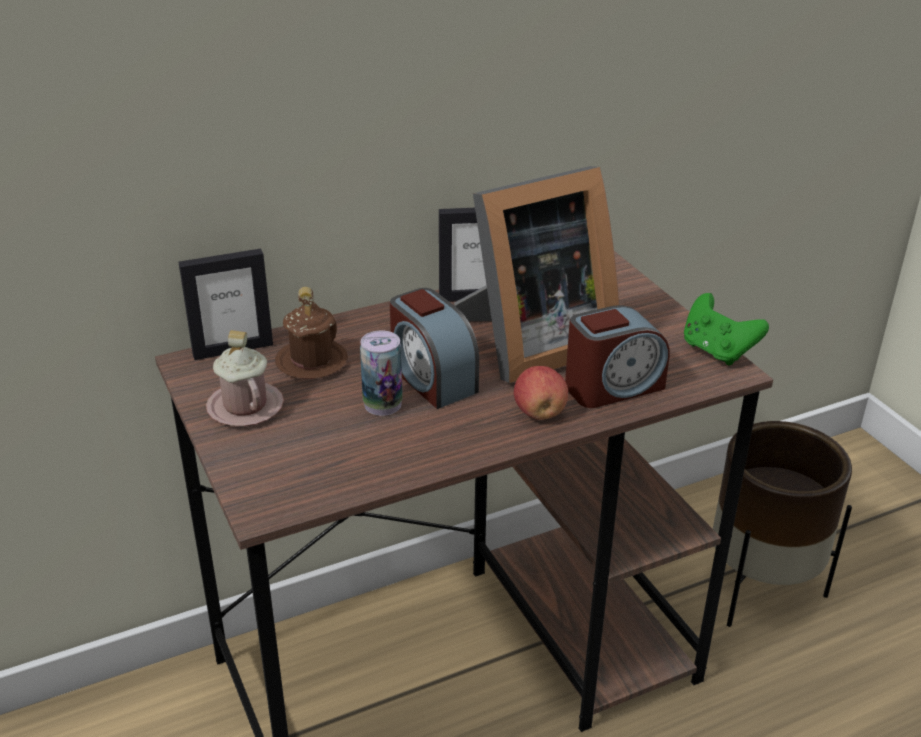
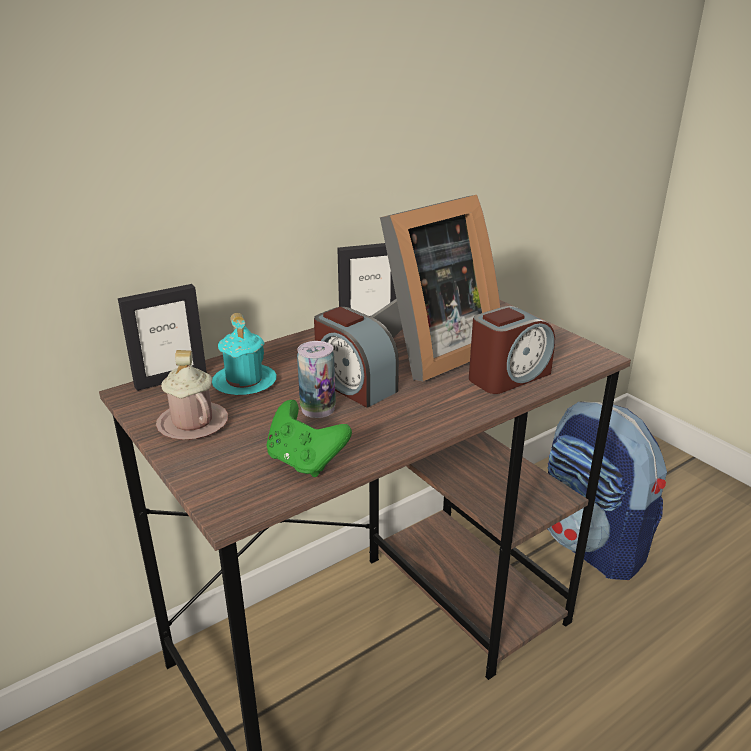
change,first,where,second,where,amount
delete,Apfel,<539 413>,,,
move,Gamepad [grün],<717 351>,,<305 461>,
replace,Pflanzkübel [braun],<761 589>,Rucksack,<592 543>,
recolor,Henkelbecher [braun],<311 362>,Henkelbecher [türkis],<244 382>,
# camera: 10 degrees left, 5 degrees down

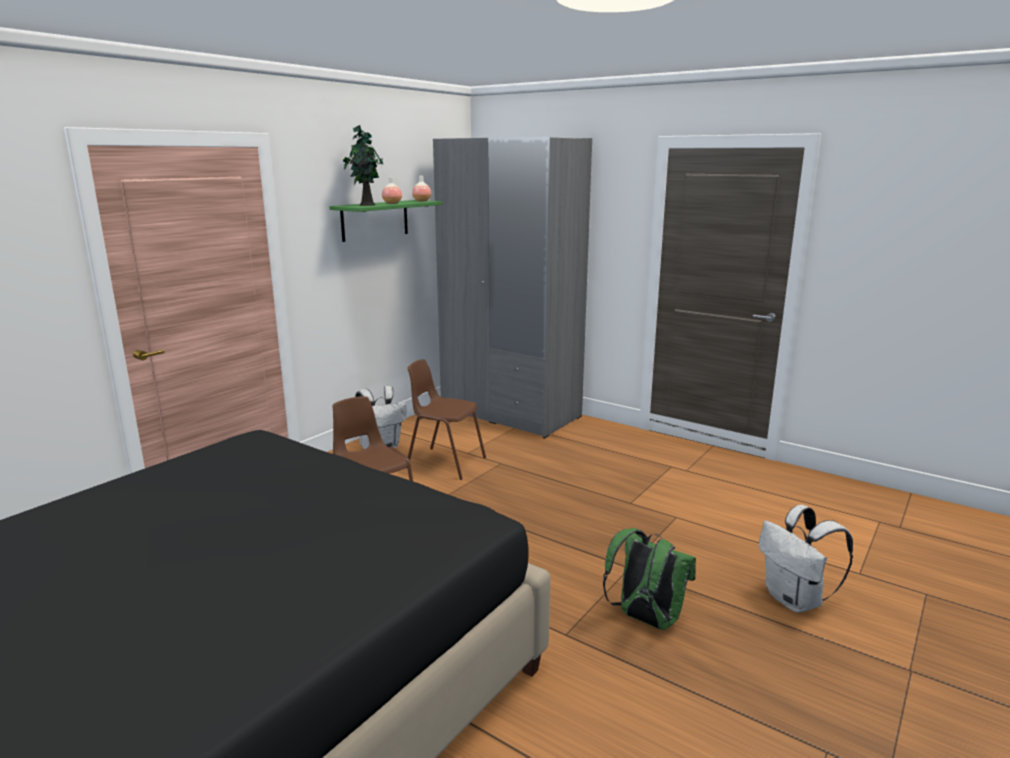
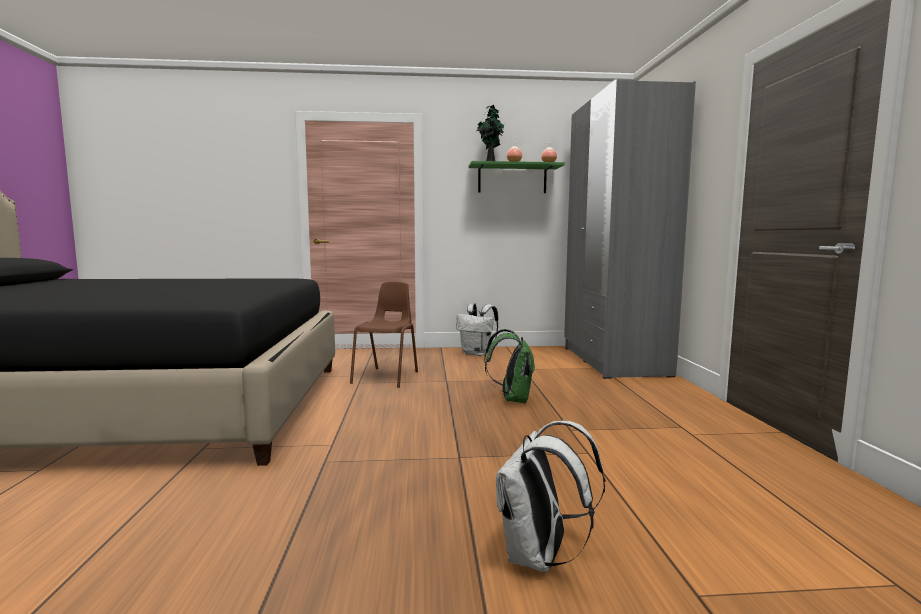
change,first,where,second,where,amount
delete,Stuhl [braun],<445 462>,,,
move,Rucksack [grün],<645 619>,,<512 399>,
# camera: 50 degrees right, 10 degrees down

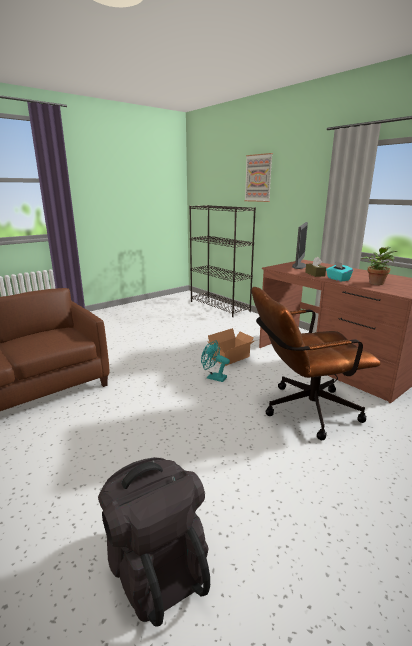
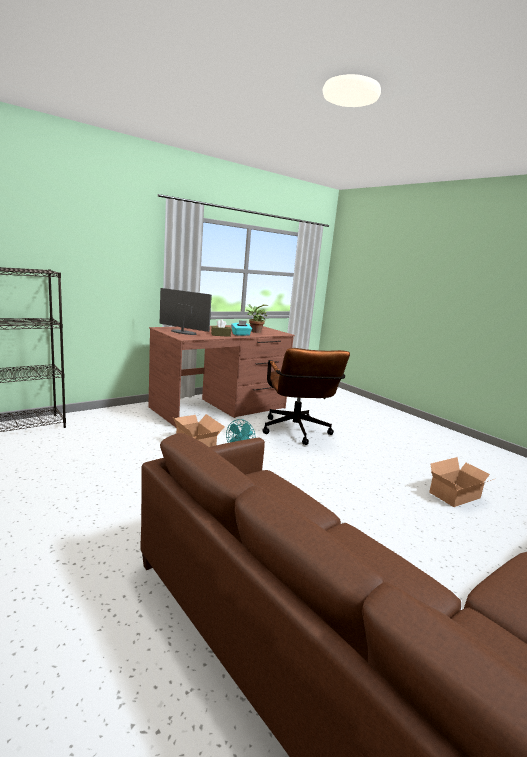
change,first,where,second,where,amount
delete,Bild,<258 178>,,,
replace,Rucksack [schwarz],<155 566>,Karton,<457 496>,
# camera: 90 degrees left, 5 degrees down

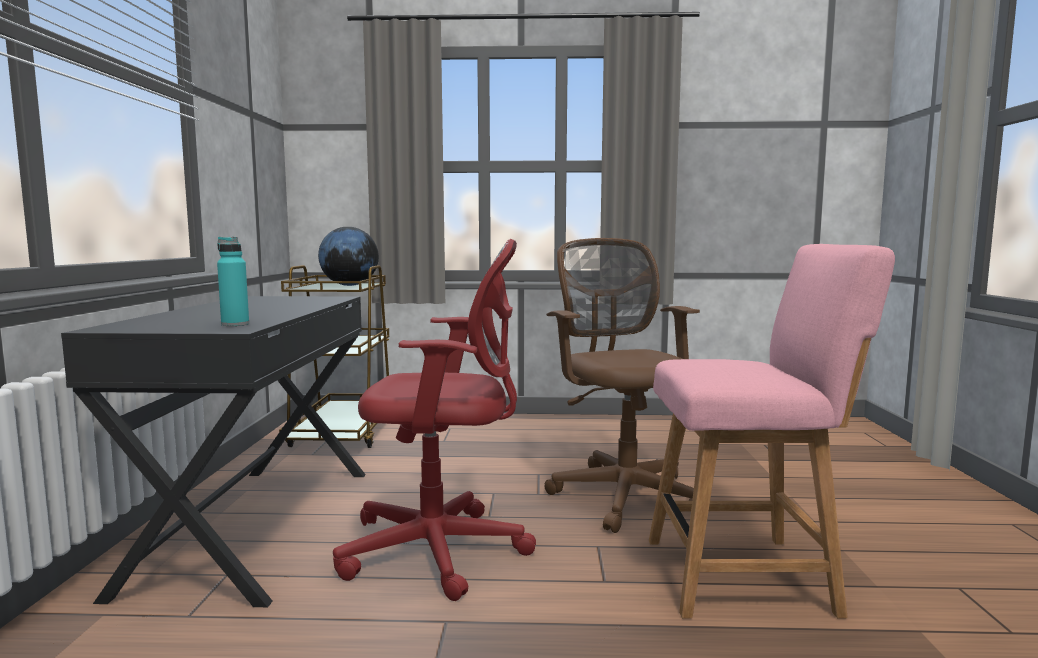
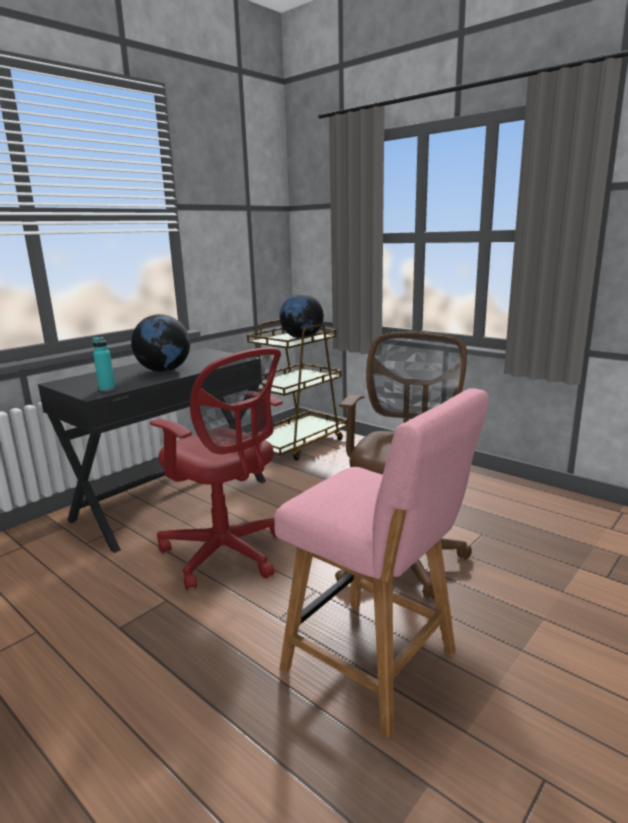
change,first,where,second,where,amount
insert,,,Globus,<164 371>,
# camera: 40 degrees right, 10 degrees up

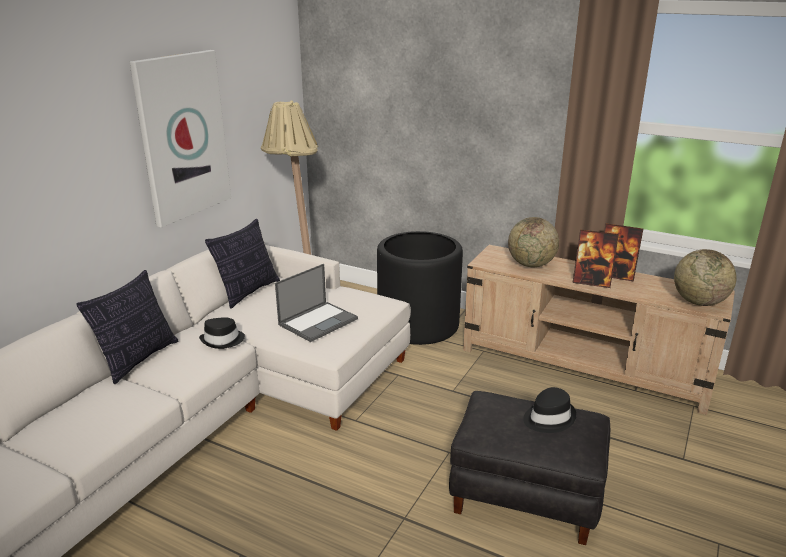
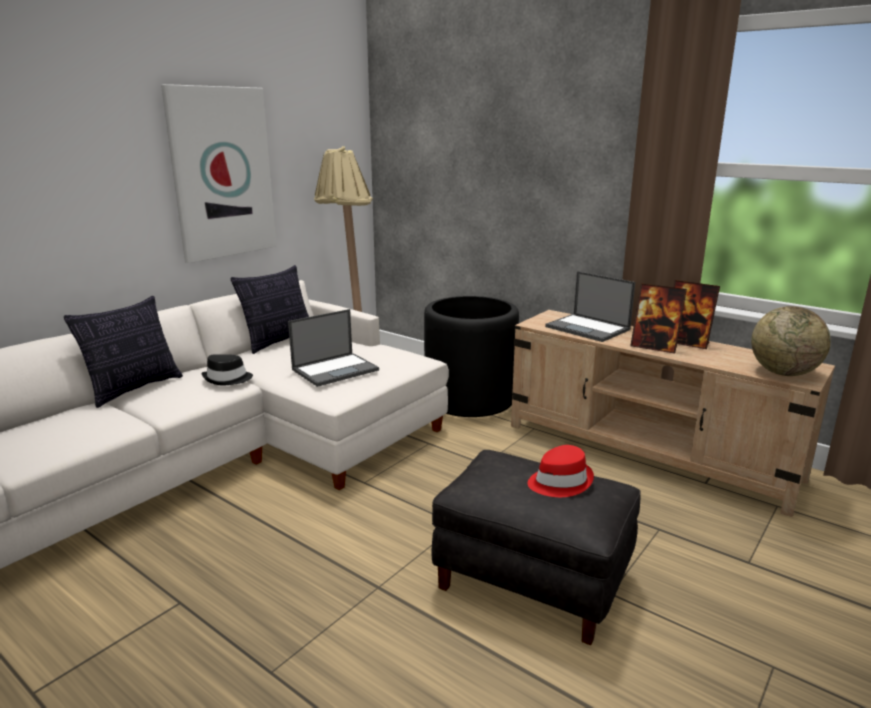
change,first,where,second,where,amount
replace,Globus,<531 265>,Laptop,<588 328>,
recolor,Hut [schwarz],<548 418>,Hut [rot],<559 482>,
# camera: 10 degrees right, 5 degrees down

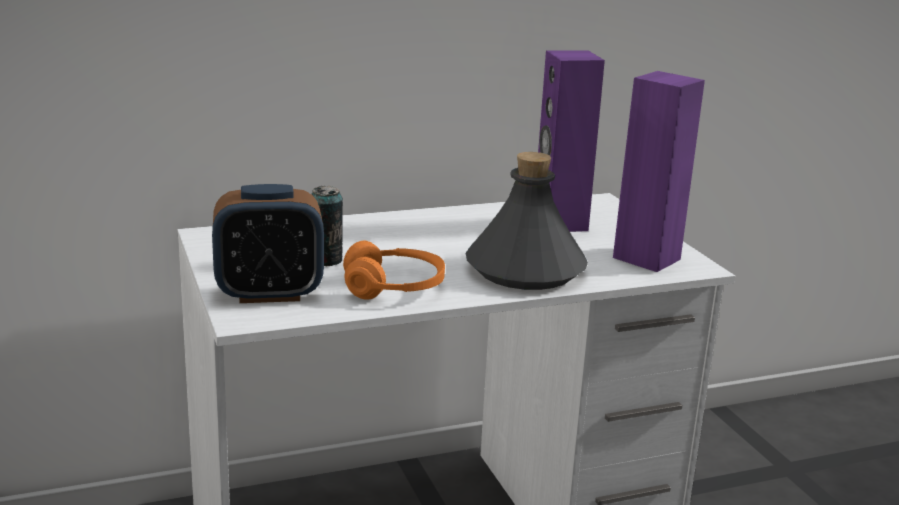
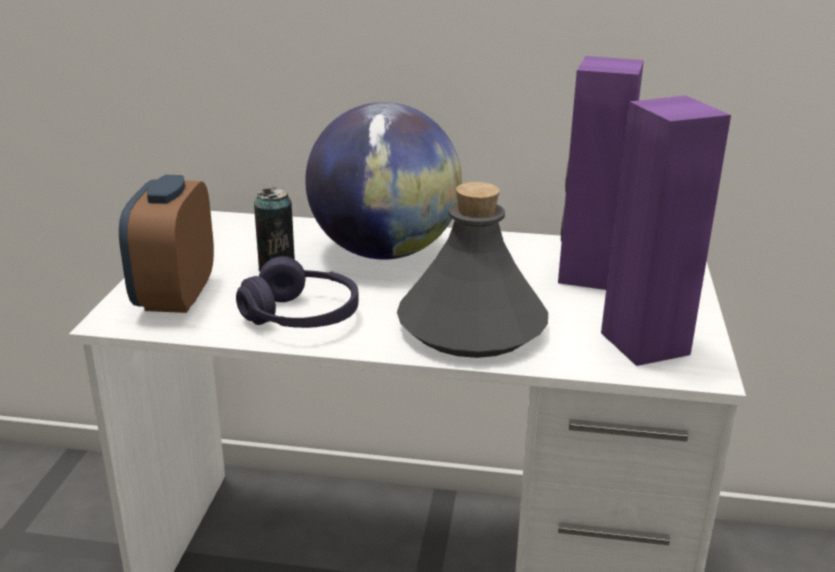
change,first,where,second,where,amount
insert,,,Globus,<384 252>,
recolor,Kopfhörer [orange],<393 288>,Kopfhörer [lila],<301 316>,
rotate,Wecker,<269 294>,,<175 296>,75 degrees clockwise
# camera: 30 degrees right, 5 degrees up

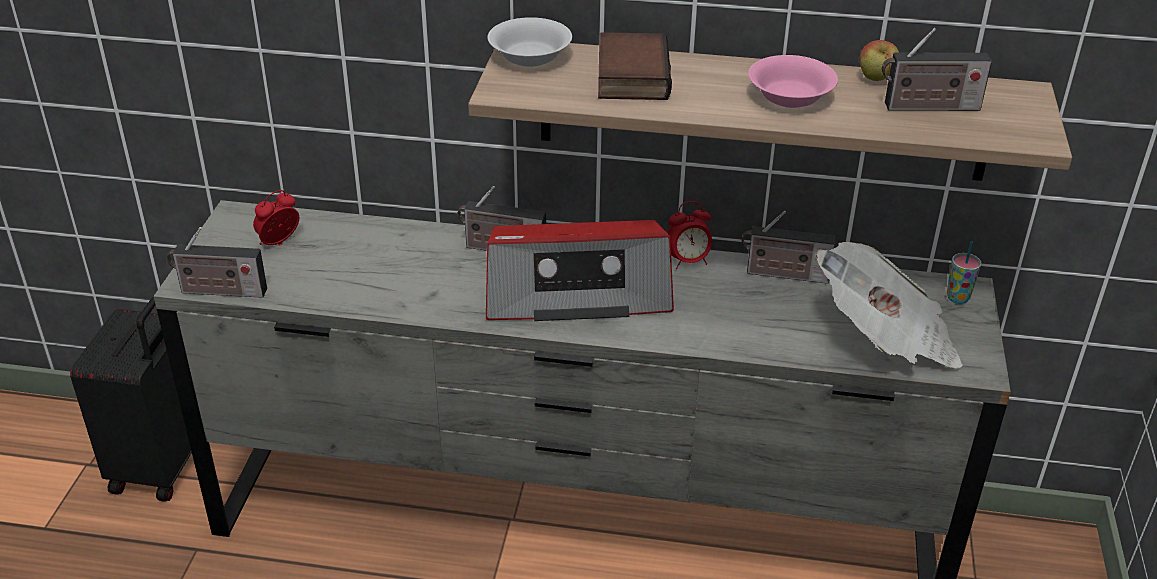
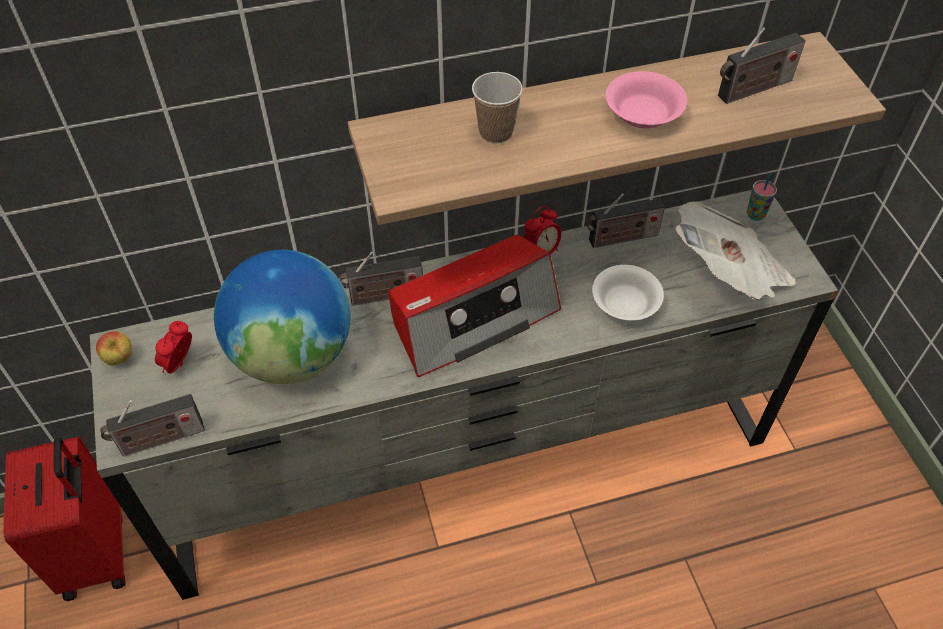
change,first,where,second,where,amount
insert,,,Globus,<293 354>,
move,Schüssel [weiß],<531 57>,,<626 303>,
move,Apfel,<876 80>,,<120 359>,
replace,Buch,<629 75>,Tasse,<496 132>,
recolor,Koffer [schwarz],<163 465>,Koffer [rot],<98 553>,
# camera: 25 degrees left, 15 degrees up

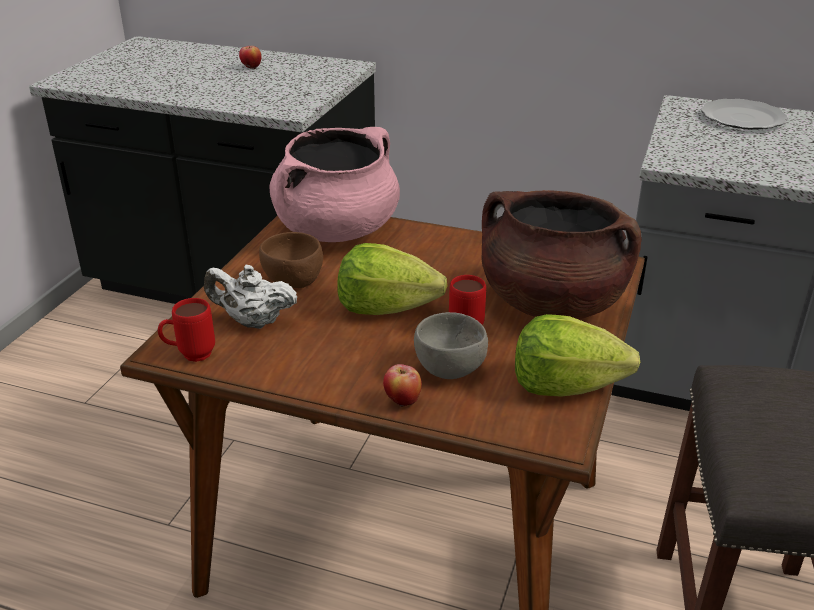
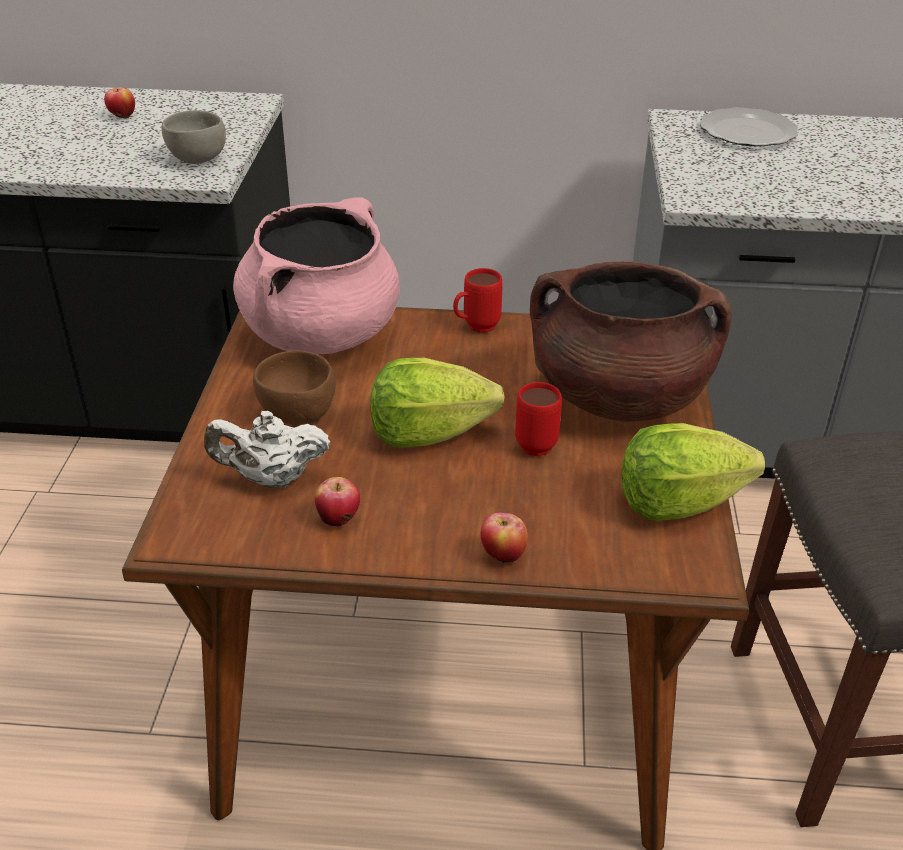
change,first,where,second,where,amount
insert,,,Apfel,<339 519>,
move,Henkelbecher [rot],<190 355>,,<475 328>,
move,Schüssel [grau],<451 370>,,<199 159>,
# camera: 15 degrees left, 5 degrees up

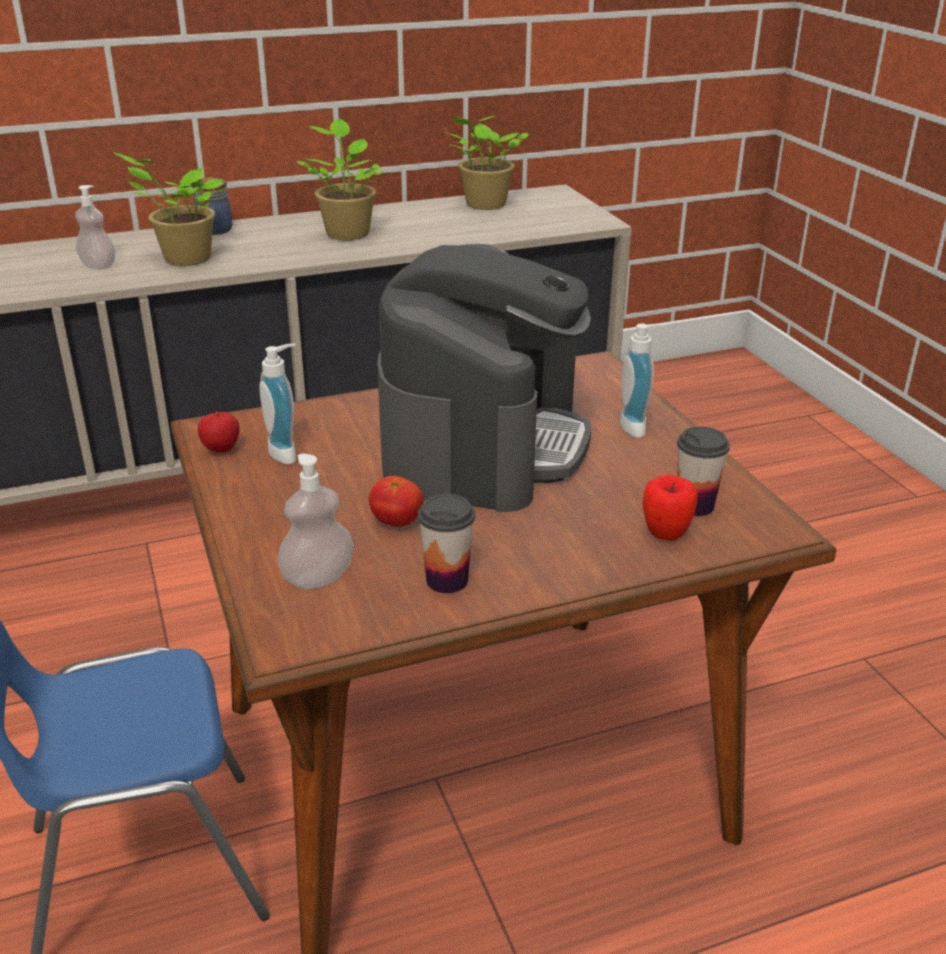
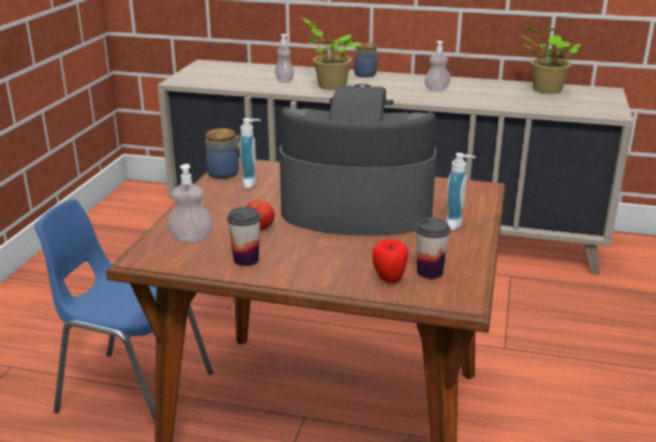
change,first,where,second,where,amount
replace,Apfel,<221 450>,Vorratsglas,<224 173>,
replace,Topfpflanze,<347 232>,Seifenspender,<436 89>,
rotate,Kaffeemaschine,<484 443>,,<356 207>,135 degrees counterclockwise
# camera: 35 degrees right, 5 degrees down

